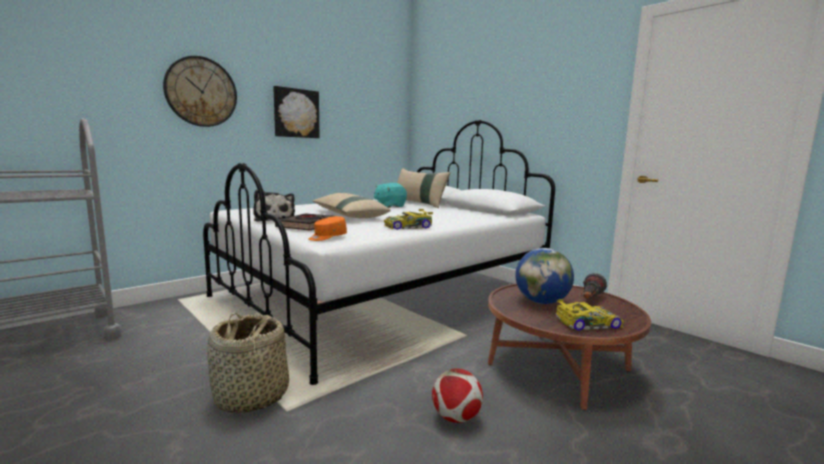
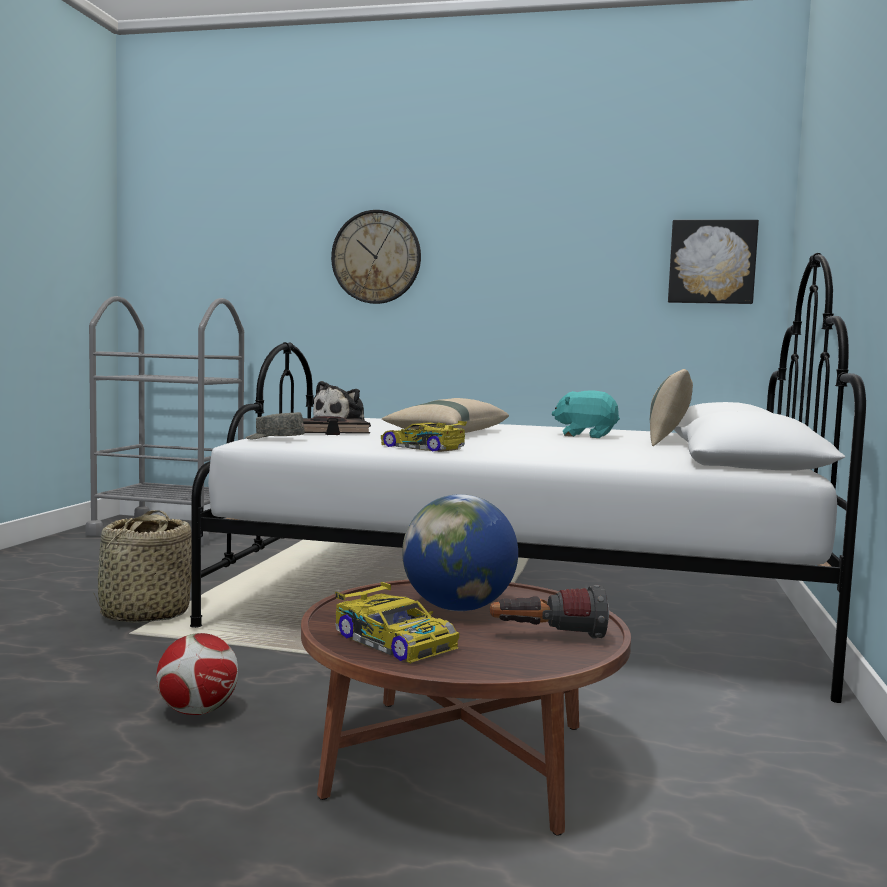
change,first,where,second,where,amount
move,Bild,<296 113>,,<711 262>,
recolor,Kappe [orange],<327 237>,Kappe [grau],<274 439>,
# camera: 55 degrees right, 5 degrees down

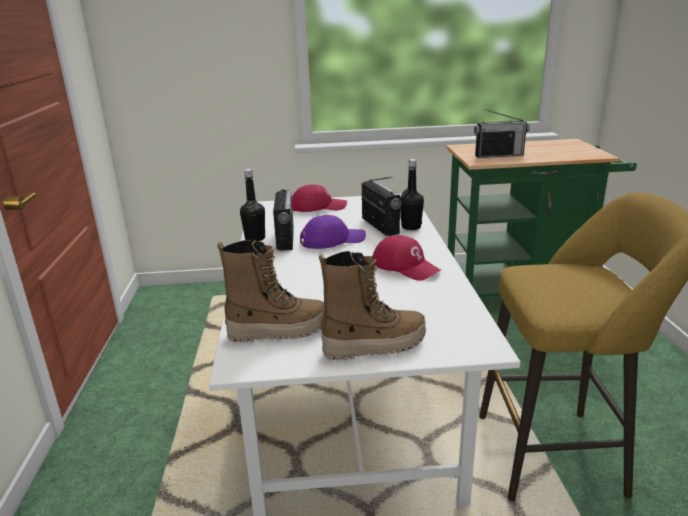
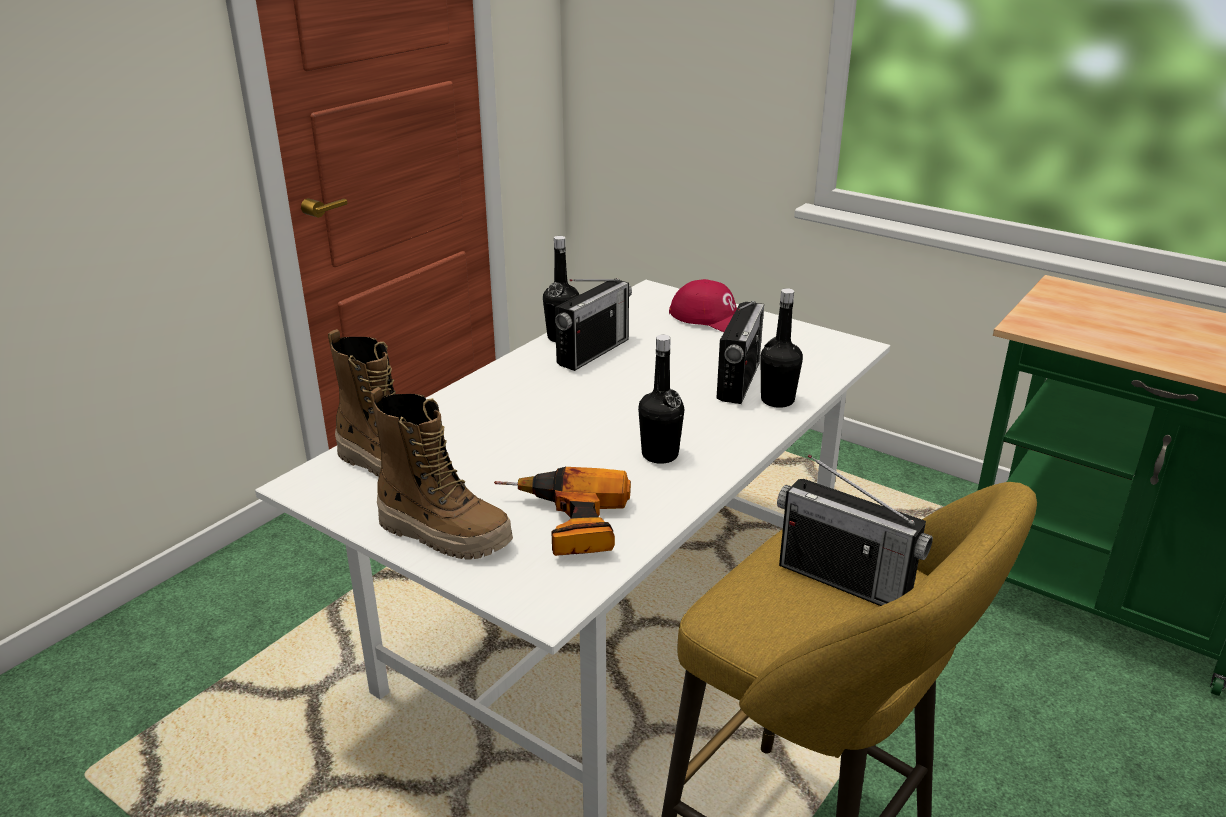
change,first,where,second,where,amount
delete,Kappe [lila],<332 240>,,,
insert,,,Bohrmaschine,<567 525>,
move,Radio,<498 155>,,<844 580>,
replace,Kappe [rot],<405 266>,Flasche [schwarz],<660 455>,
# camera: 40 degrees right, 5 degrees up

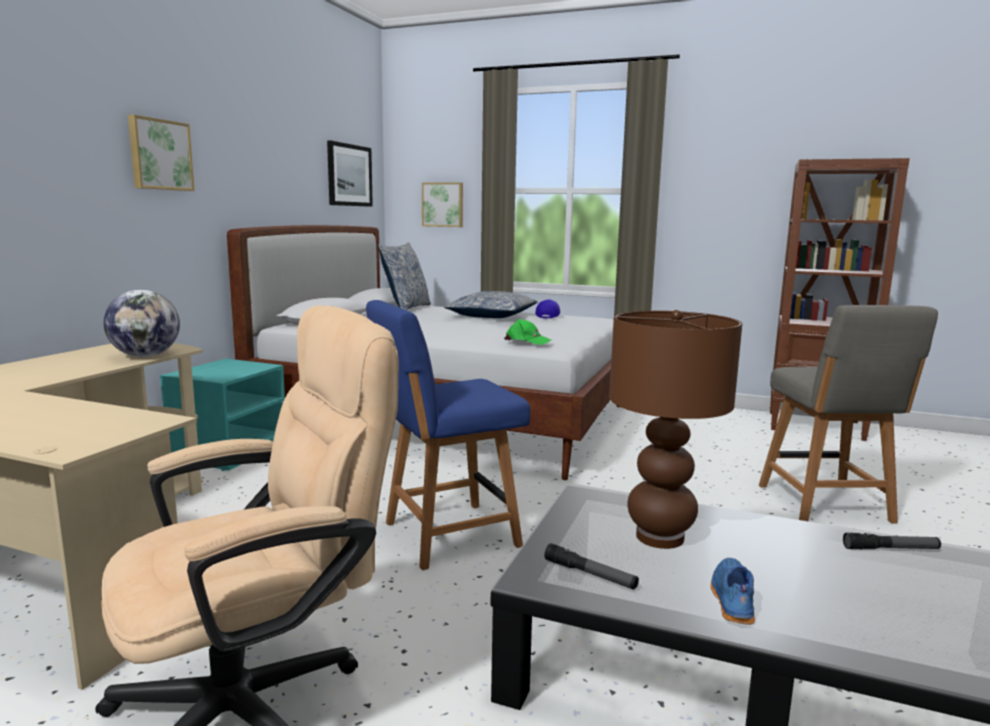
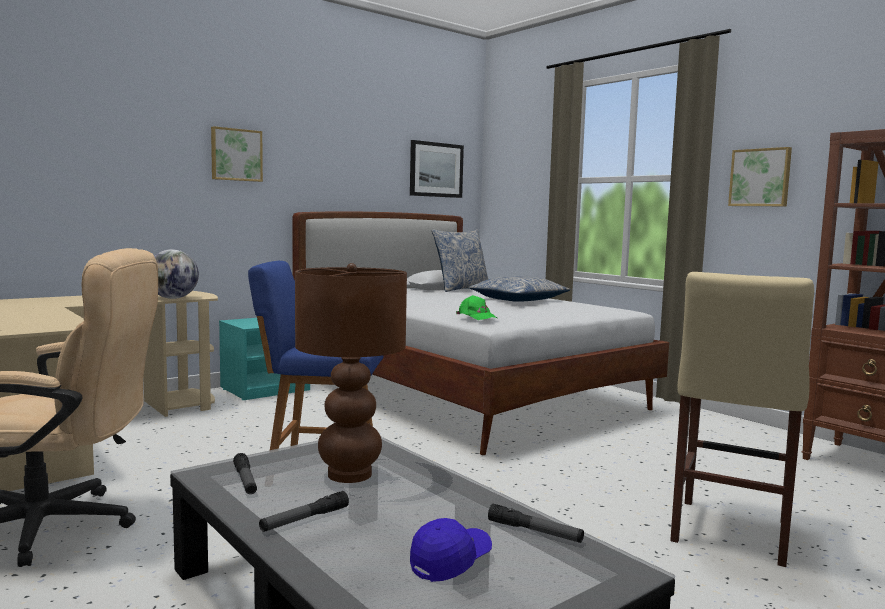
change,first,where,second,where,amount
move,Bild,<443 204>,,<760 177>,
move,Kappe [blau],<548 316>,,<450 562>,
replace,Schuh [blau],<731 599>,Taschenlampe,<304 519>,
replace,Stuhl [grau],<826 505>,Hocker [beige],<729 534>,
# camera: 30 degrees right, 5 degrees down

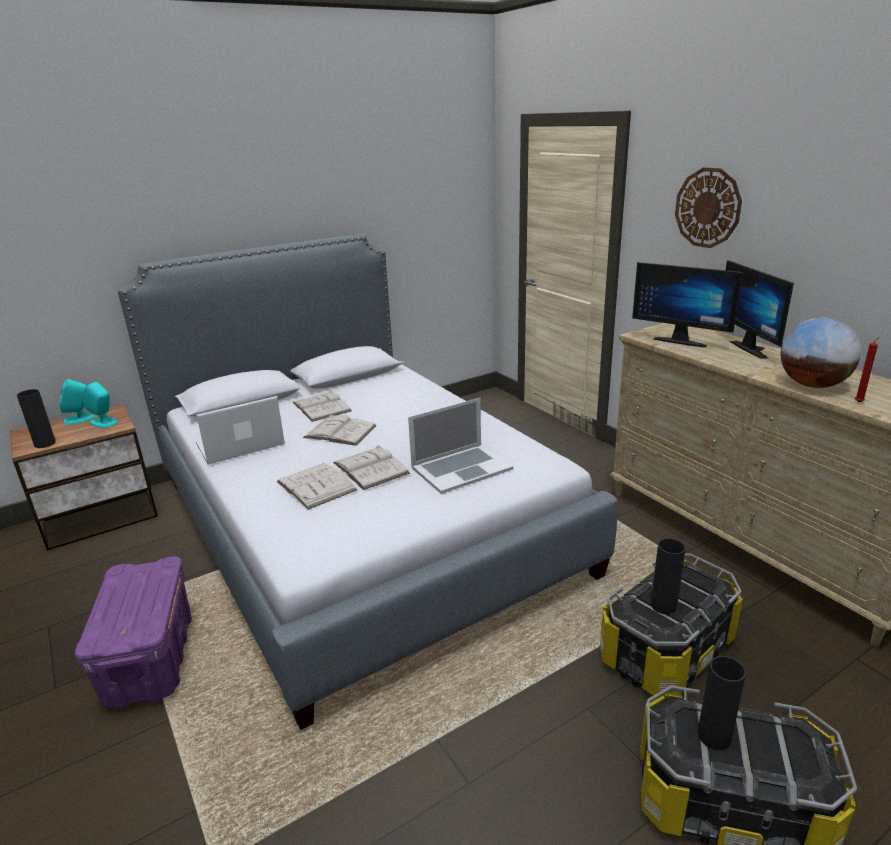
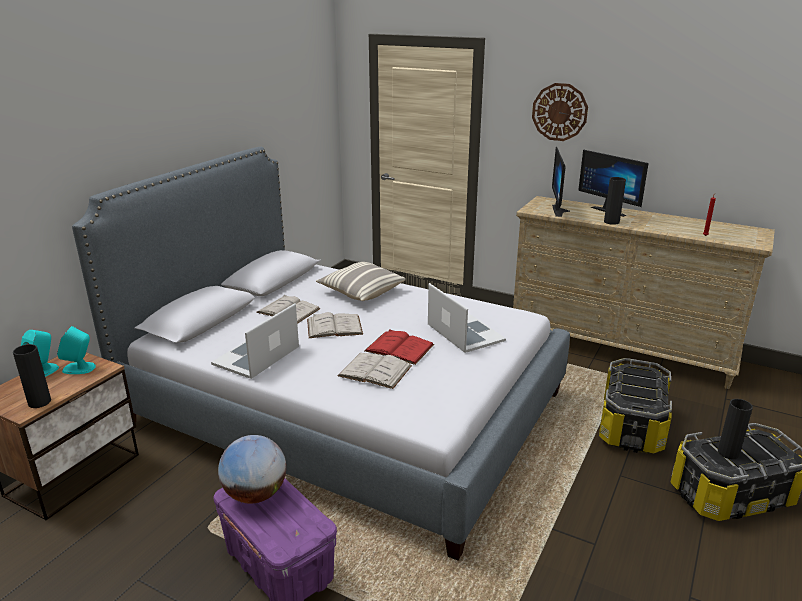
change,first,where,second,where,amount
insert,,,Kissen,<361 292>,
move,Vase [schwarz],<663 605>,,<611 222>,
move,Globus,<812 385>,,<255 494>,
recolor,Buch [weiß],<371 468>,Buch [rot],<399 348>,
rotate,Laptop,<461 468>,,<464 332>,60 degrees counterclockwise
rotate,Monitor,<681 340>,,<561 210>,90 degrees clockwise
# camera: 30 degrees left, 0 degrees up

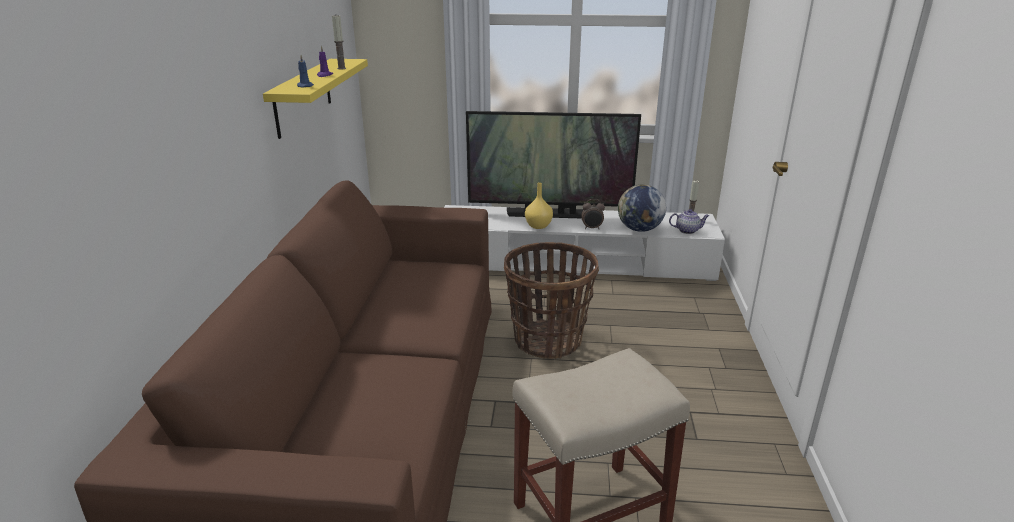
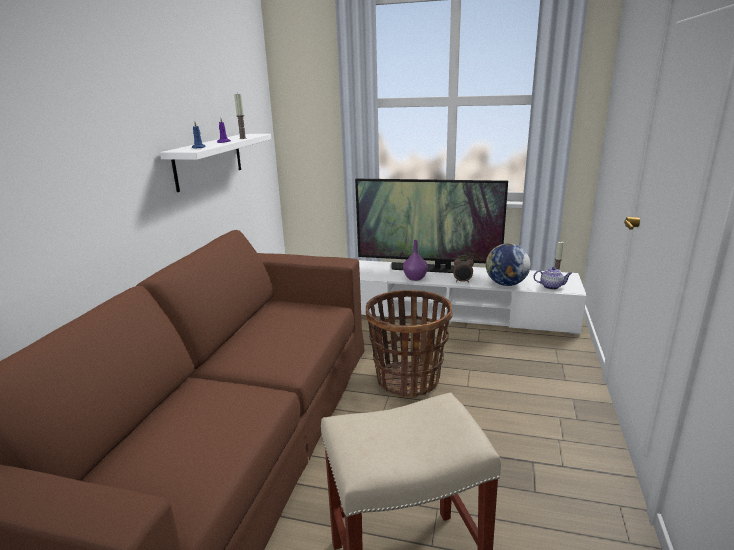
change,first,where,second,where,amount
recolor,Wandregal [gelb],<303 96>,Wandregal [weiß],<209 161>,
recolor,Vase [gelb],<539 226>,Vase [lila],<415 278>,
# camera: 10 degrees right, 5 degrees down

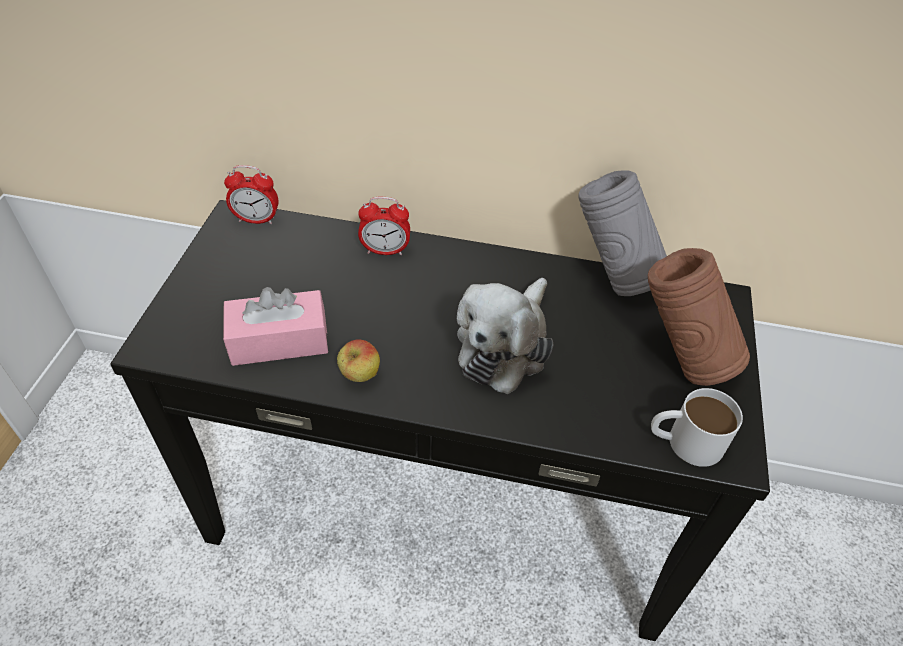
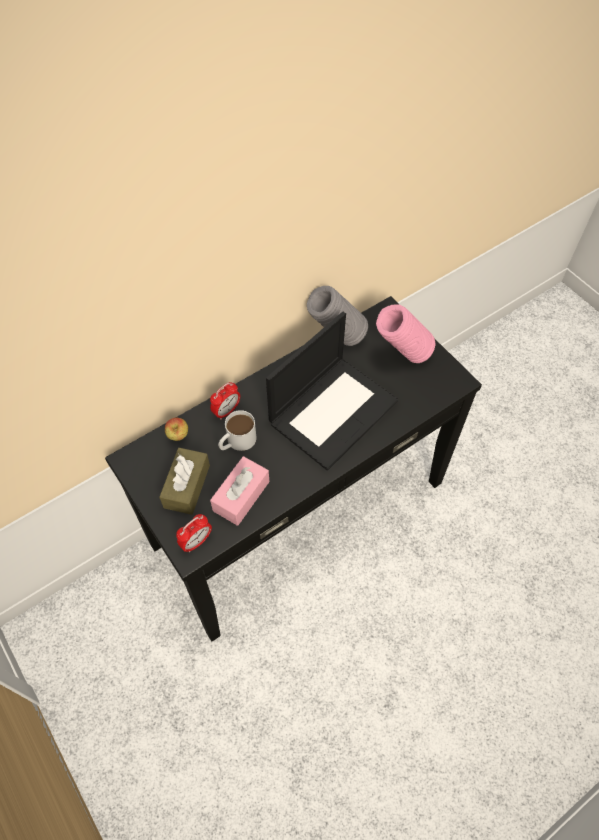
change,first,where,second,where,amount
insert,,,Taschentuchbox [braun],<187 486>,
move,Wecker,<257 220>,,<196 541>,
move,Apfel,<360 375>,,<178 436>,
move,Henkelbecher [weiß],<684 441>,,<236 441>,
replace,Plüschtier,<504 346>,Laptop,<333 410>,
recolor,Vase [braun],<680 360>,Vase [rosa],<402 356>,
# camera: 45 degrees left, 10 degrees up

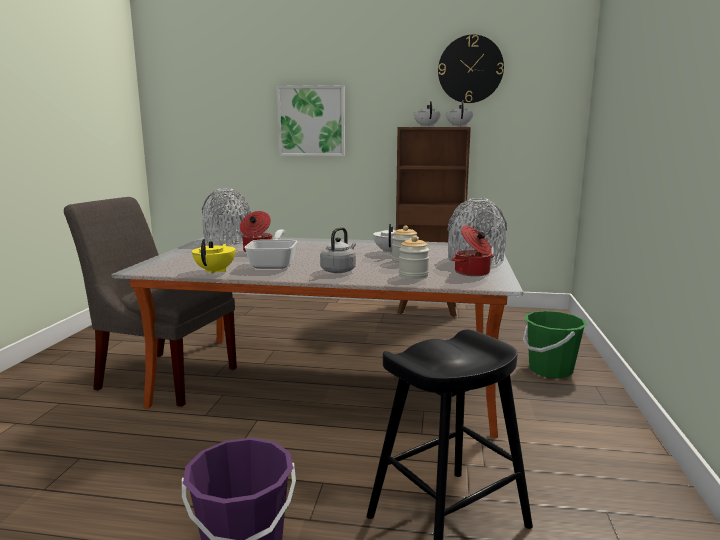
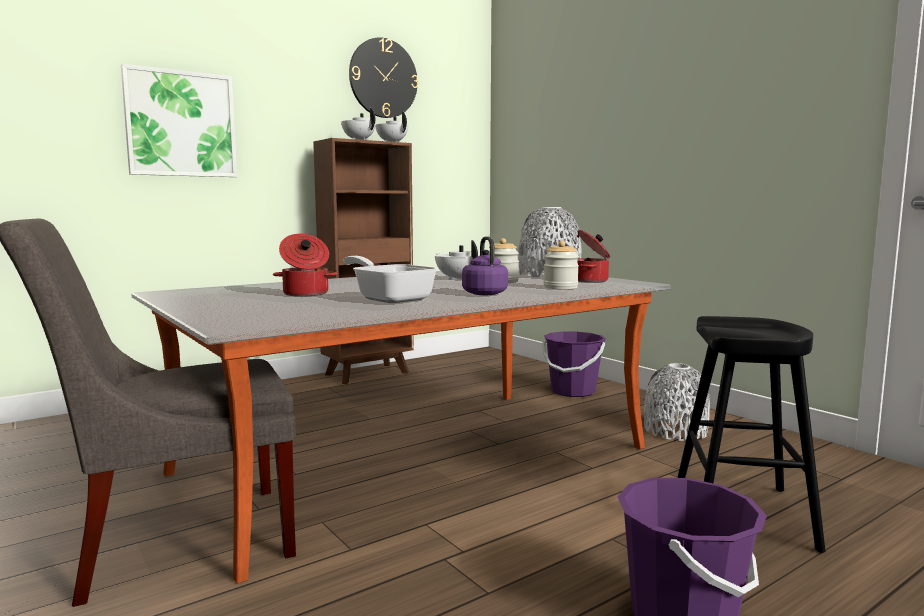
change,first,where,second,where,amount
delete,Teekanne [gelb],<216 271>,,,
move,Vase [grau],<228 240>,,<675 431>,
recolor,Wasserkessel [grau],<339 270>,Wasserkessel [lila],<484 293>,
recolor,Eimer [grün],<550 370>,Eimer [lila],<572 391>,
# camera: 45 degrees left, 5 degrees down

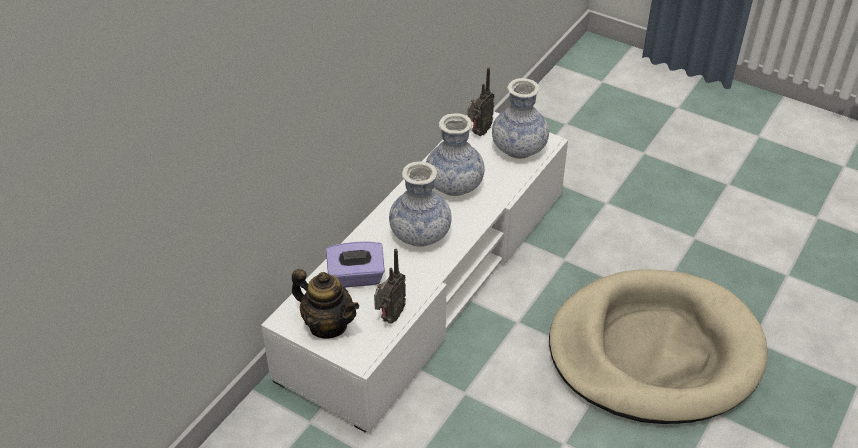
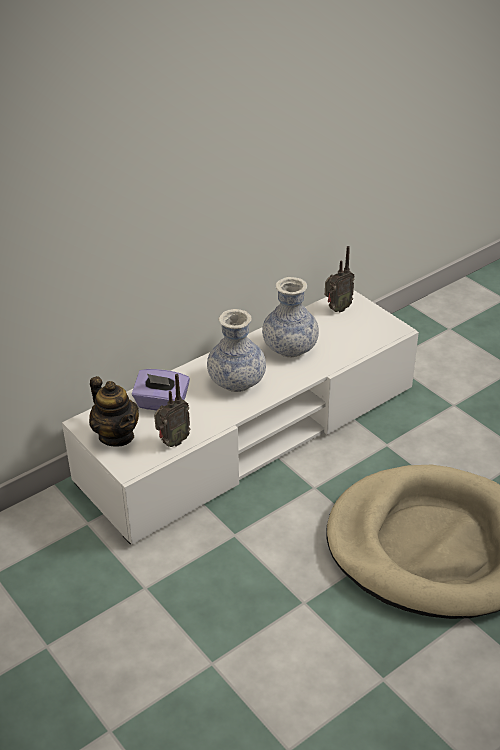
change,first,where,second,where,amount
delete,Vase,<519 149>,,,
# camera: 20 degrees right, 5 degrees down

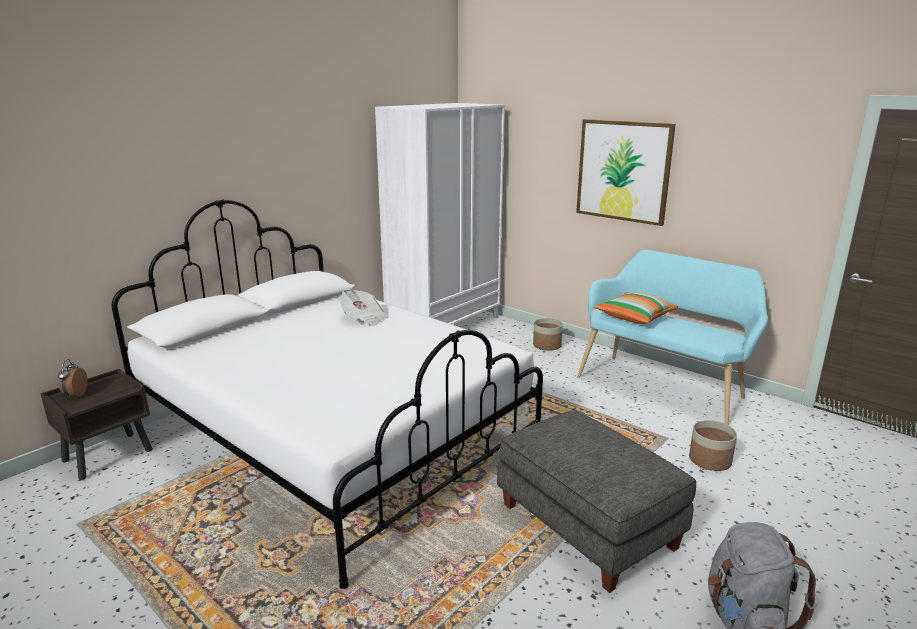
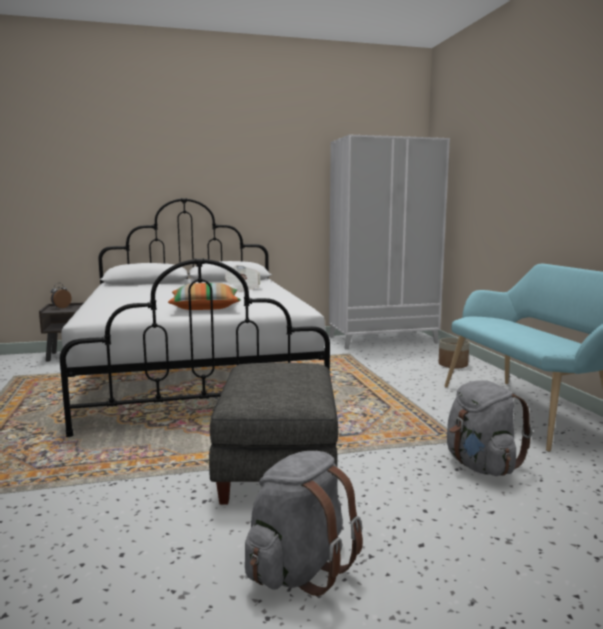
change,first,where,second,where,amount
delete,Bild,<623 171>,,,
move,Kissen,<635 317>,,<205 308>,
replace,Pflanzkübel,<710 460>,Rucksack [grau],<480 466>,
# camera: 35 degrees right, 10 degrees down

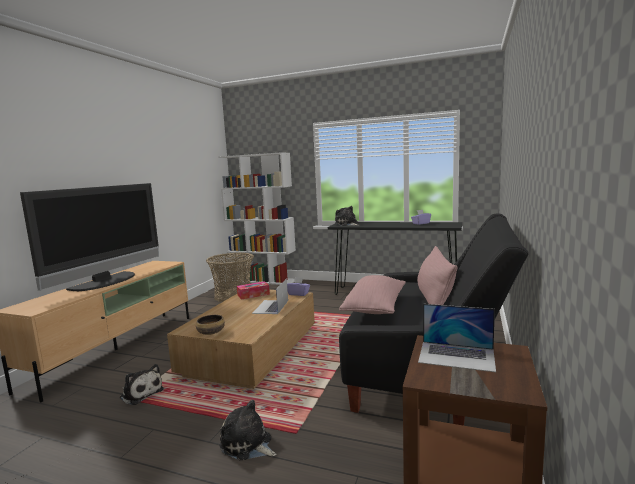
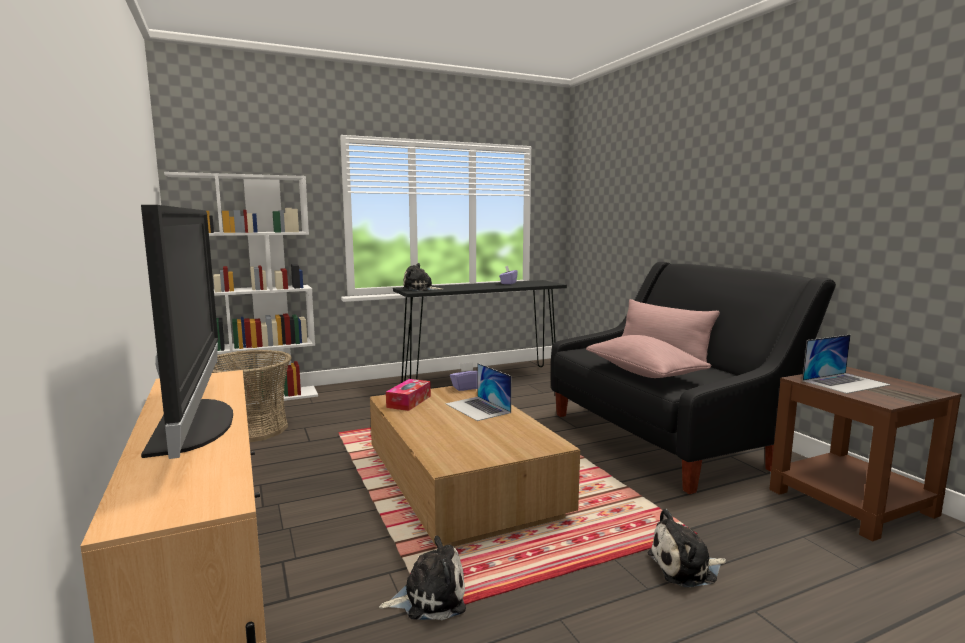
change,first,where,second,where,amount
delete,Schüssel,<211 332>,,,
# camera: 45 degrees left, 0 degrees up

